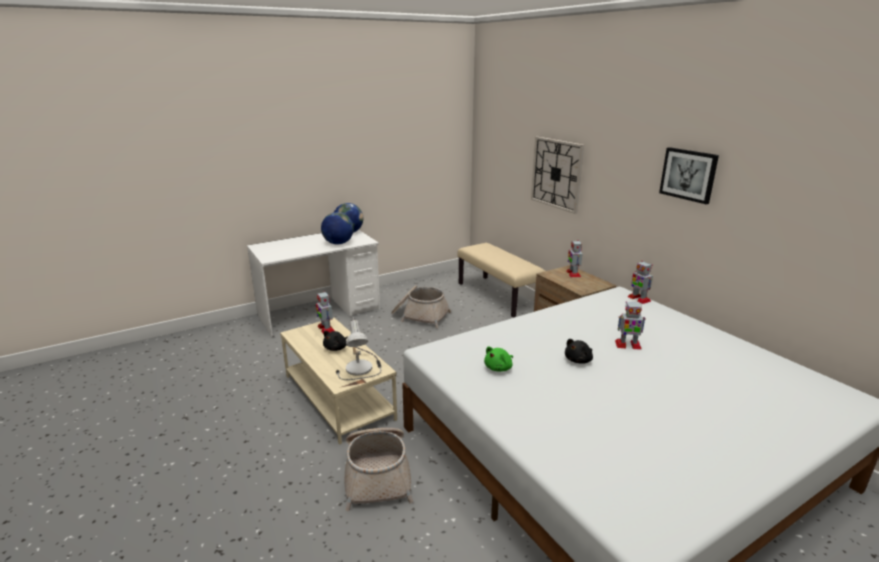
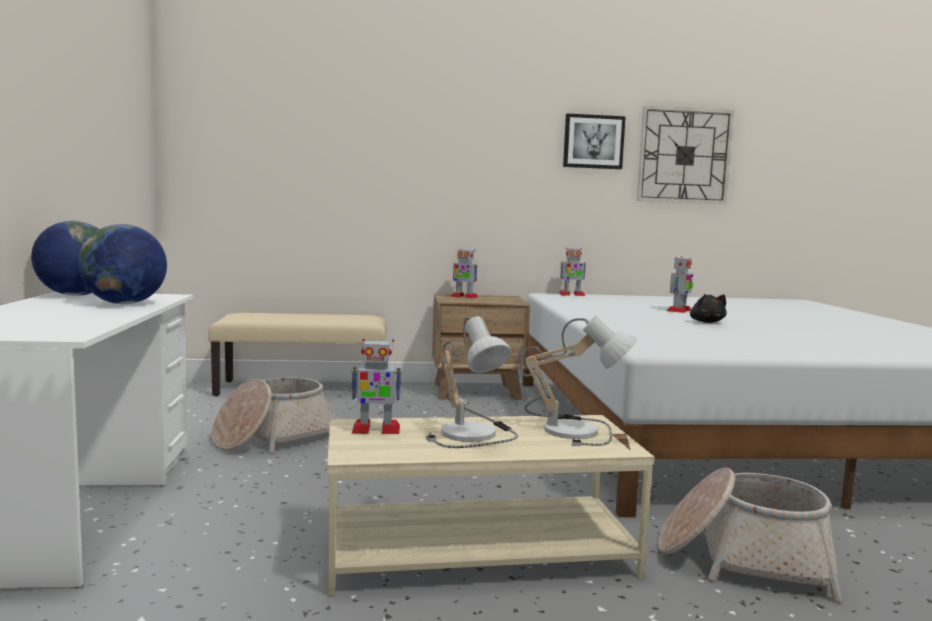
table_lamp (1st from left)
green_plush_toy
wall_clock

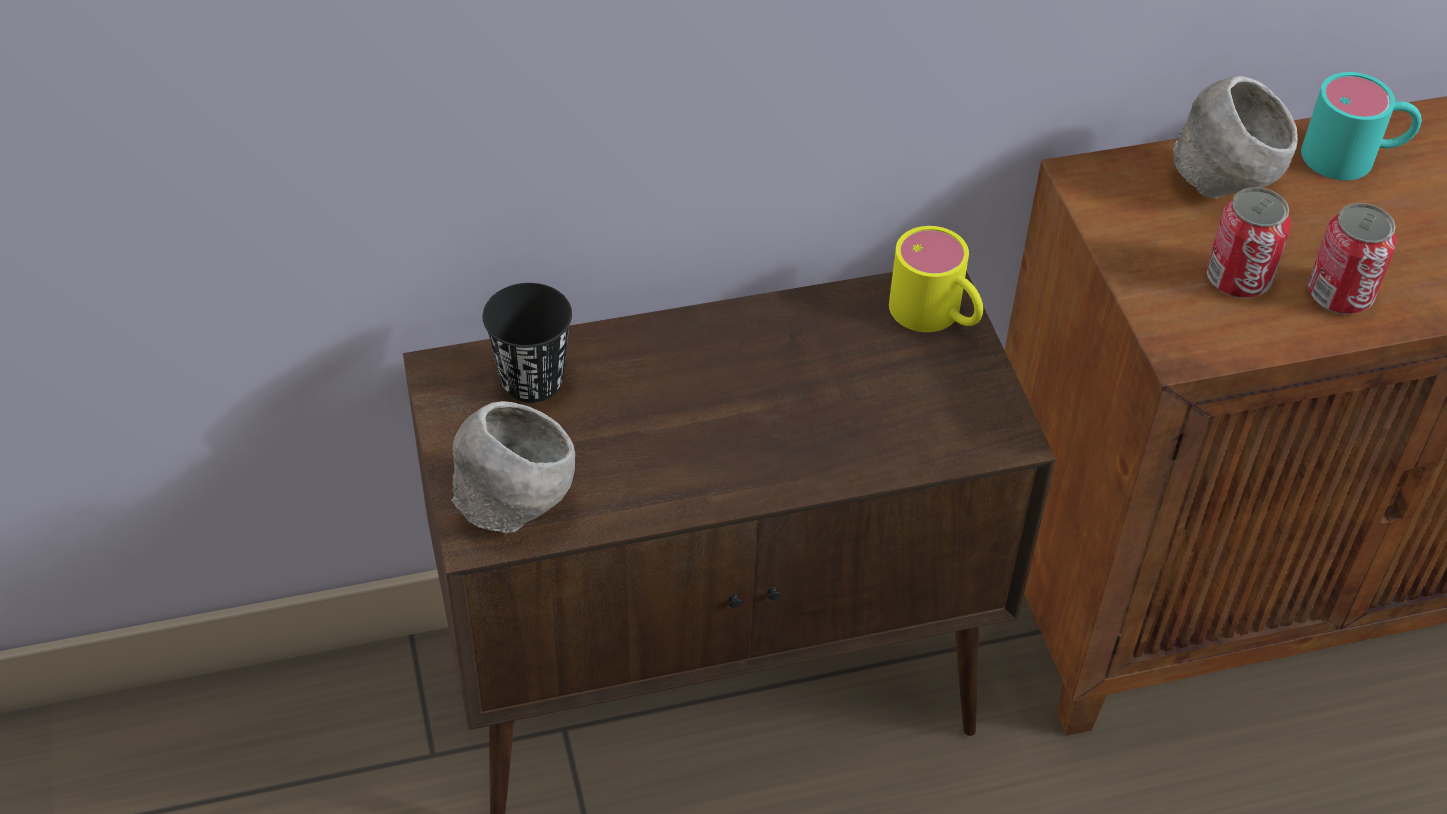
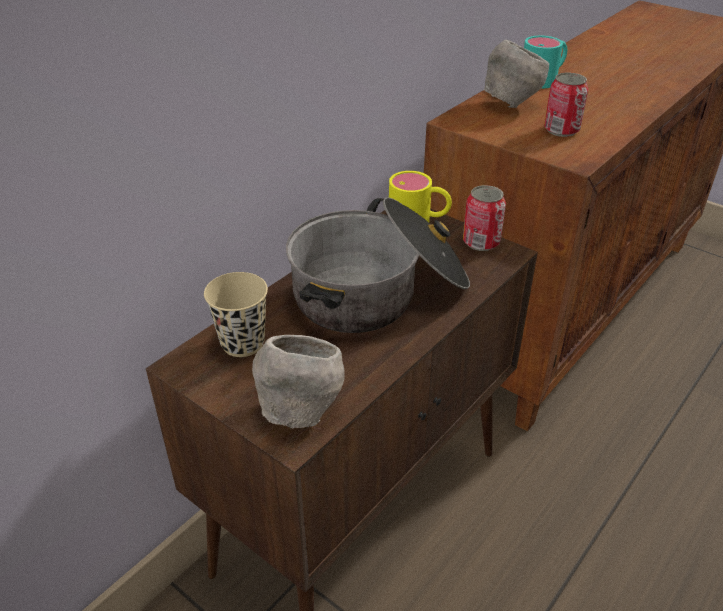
beige_cup
can (1st from left)
cooking_pot

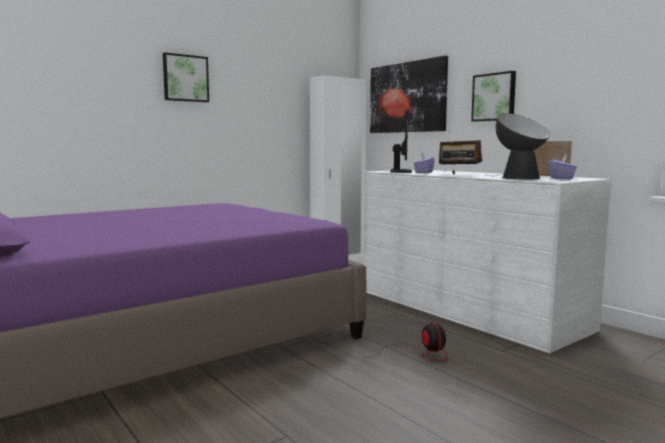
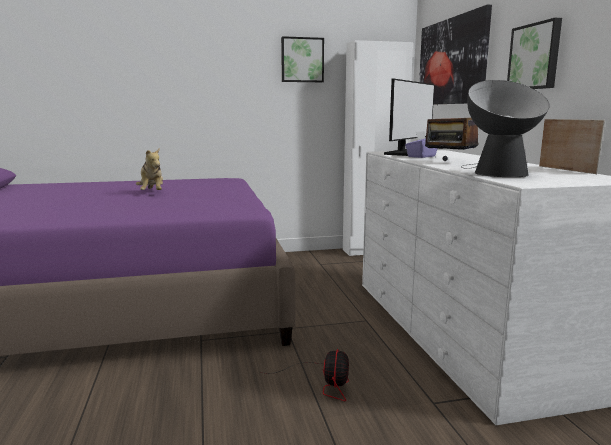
picture (1st from left)
purple_tissue_box (2nd from left in the first image)
plush_toy

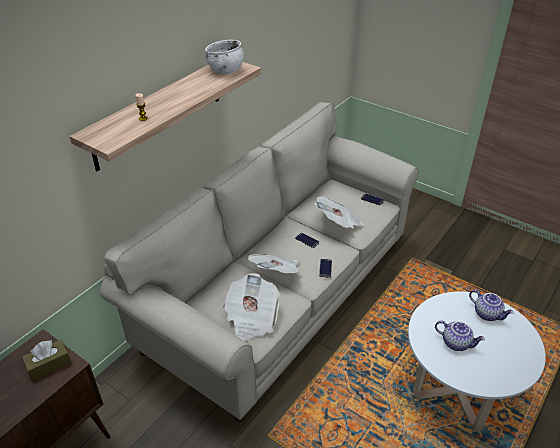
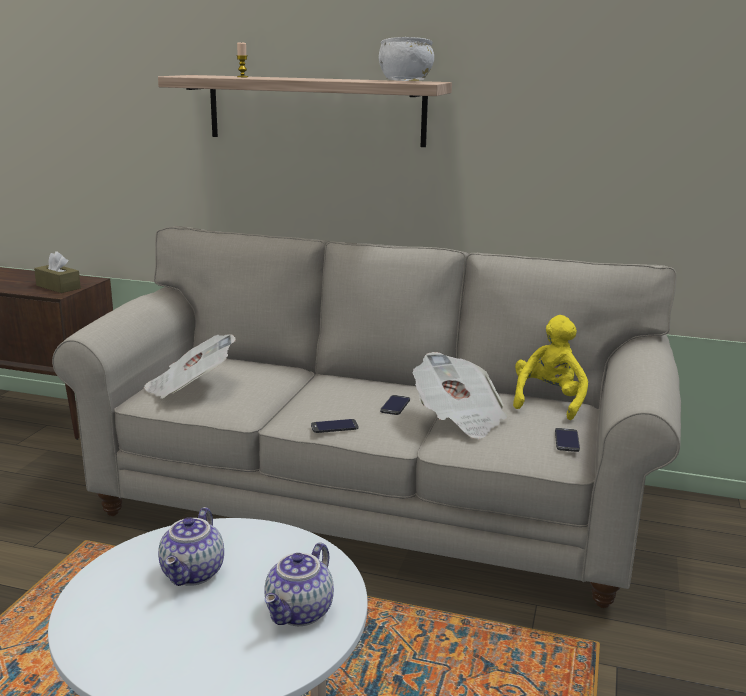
newspaper (2nd from left in the first image)
yellow_plush_toy

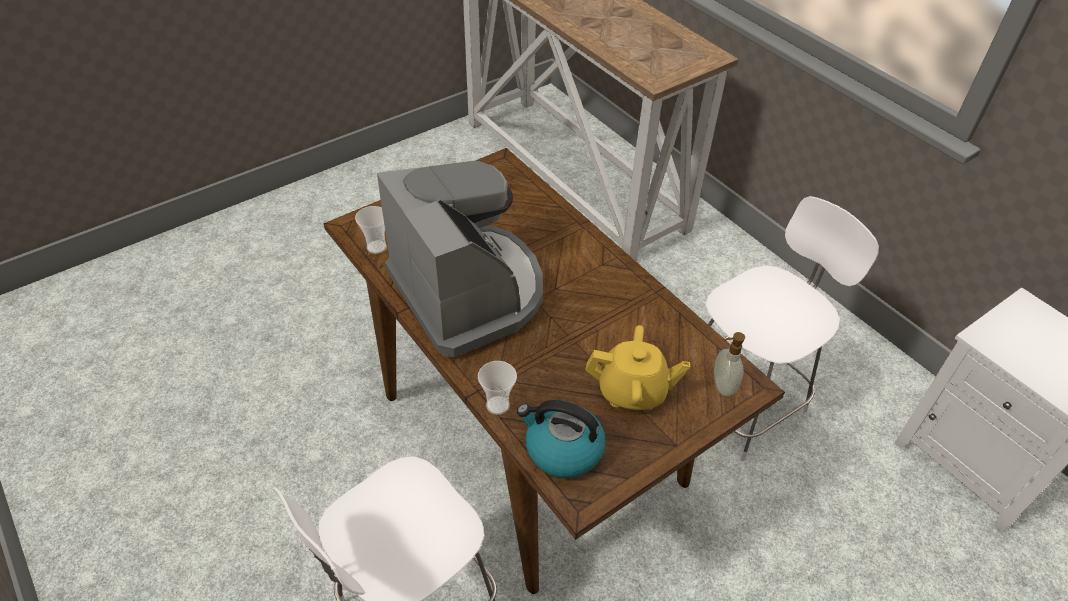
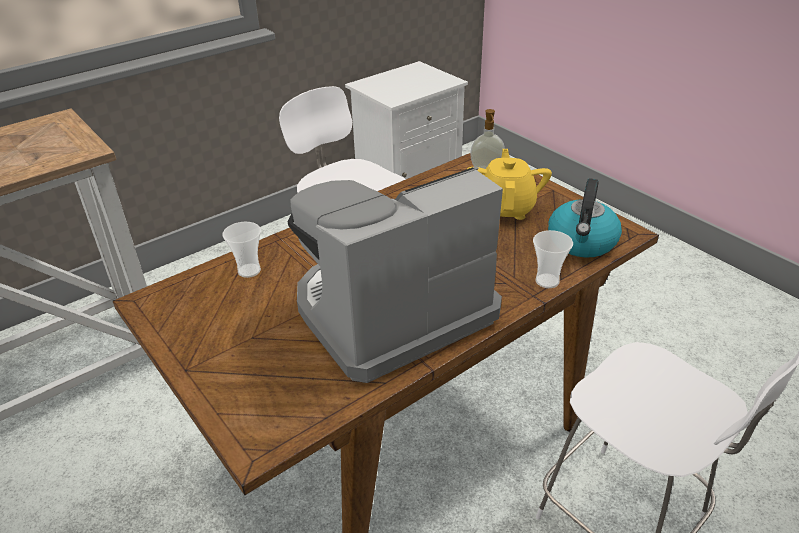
cup (1st from left)

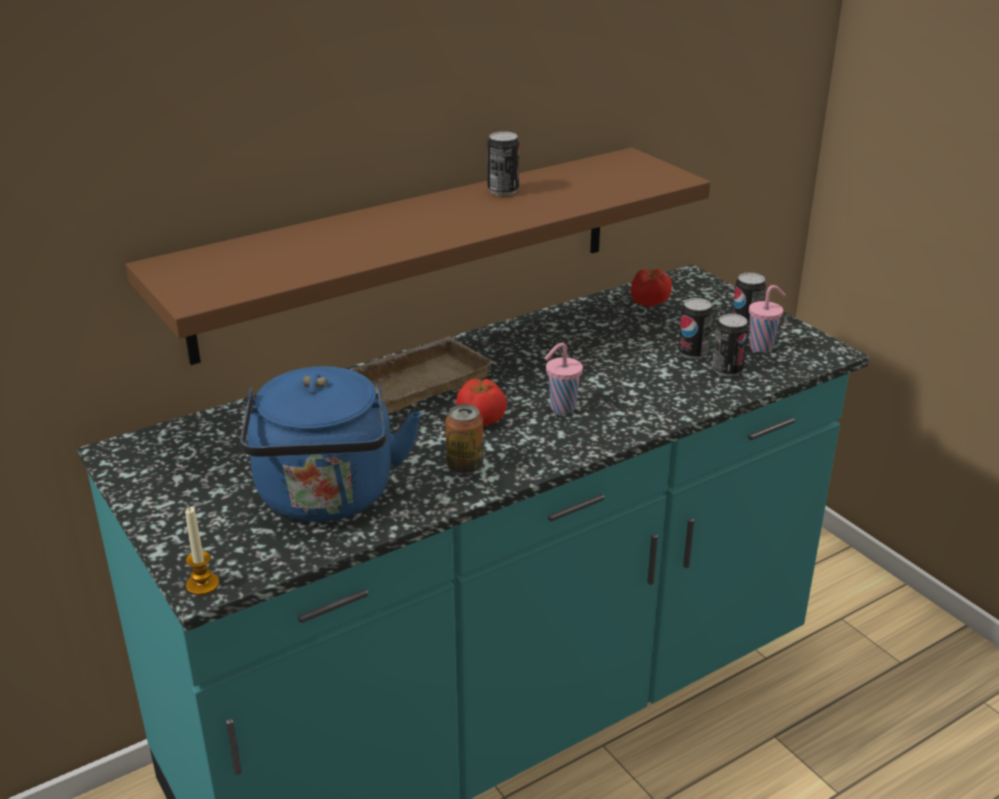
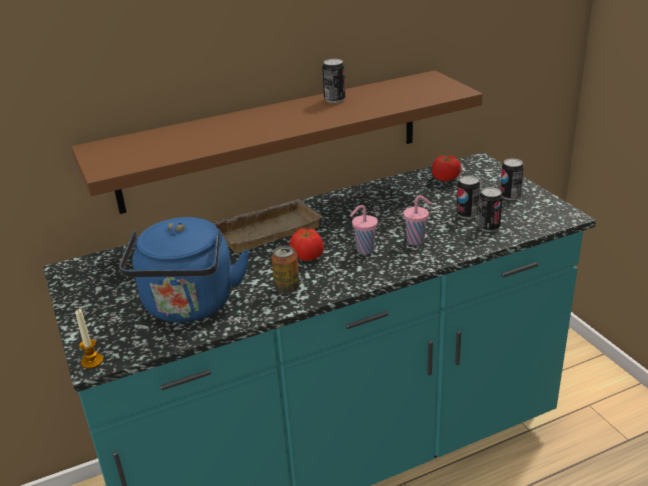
pink_cup (2nd from left)

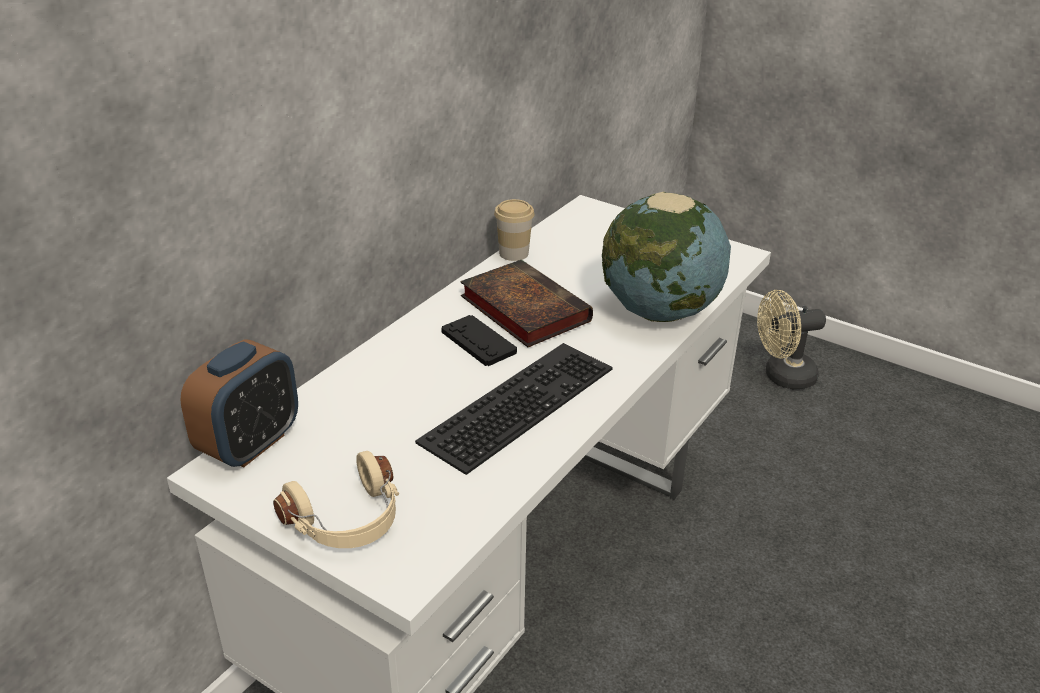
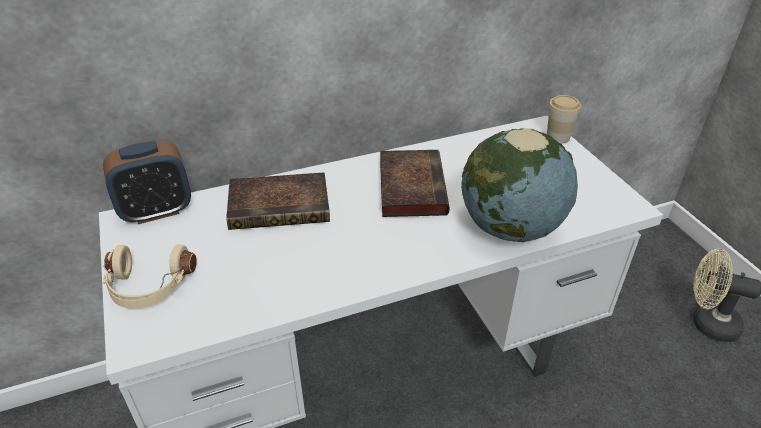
keyboard
black_game_controller
cup
book (1st from left)

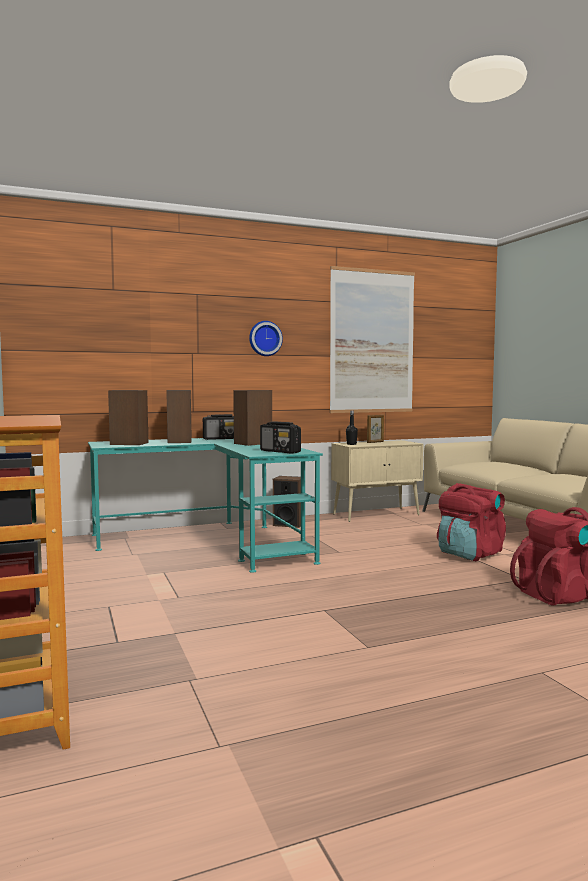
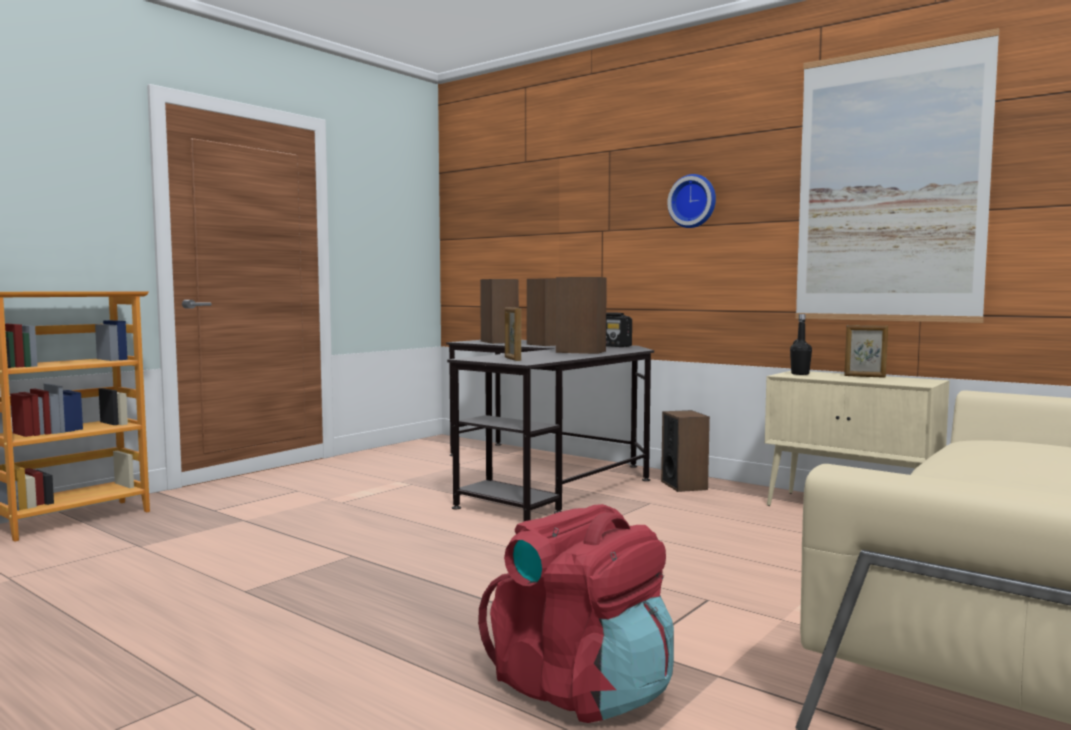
black_desk
picture_frame (1st from left)
red_backpack (1st from left in the first image)

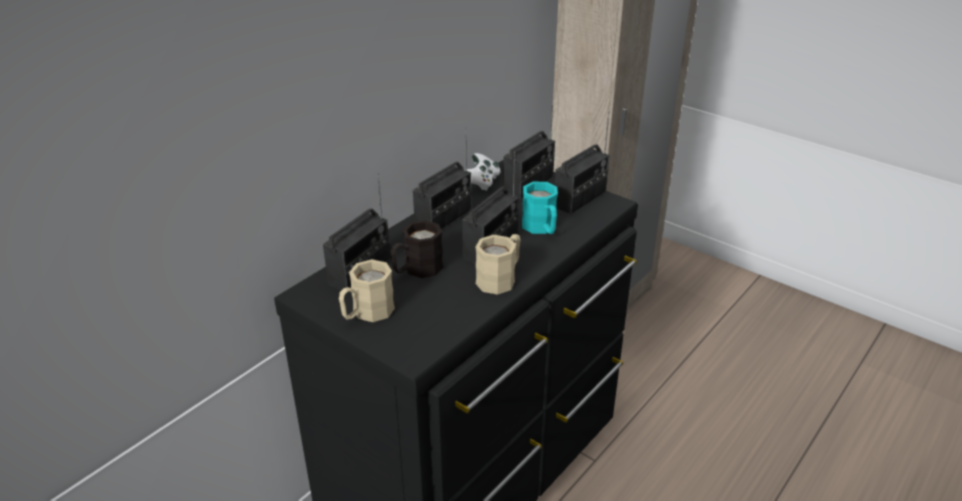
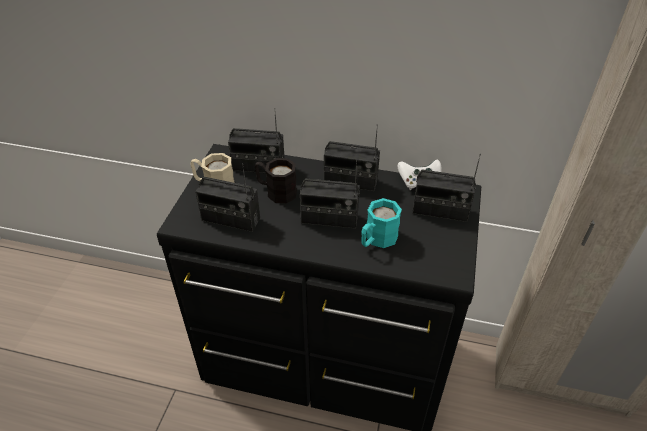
beige_mug (2nd from left in the first image)
radio (1st from left)

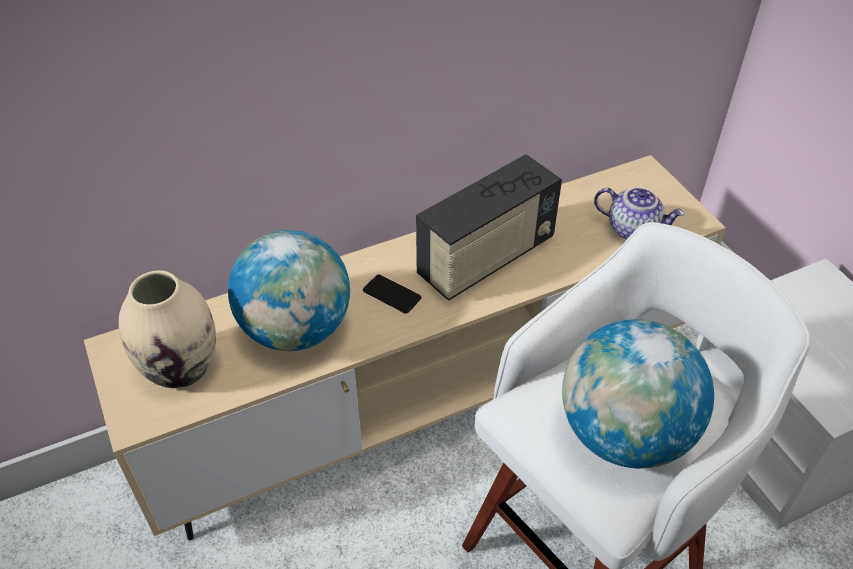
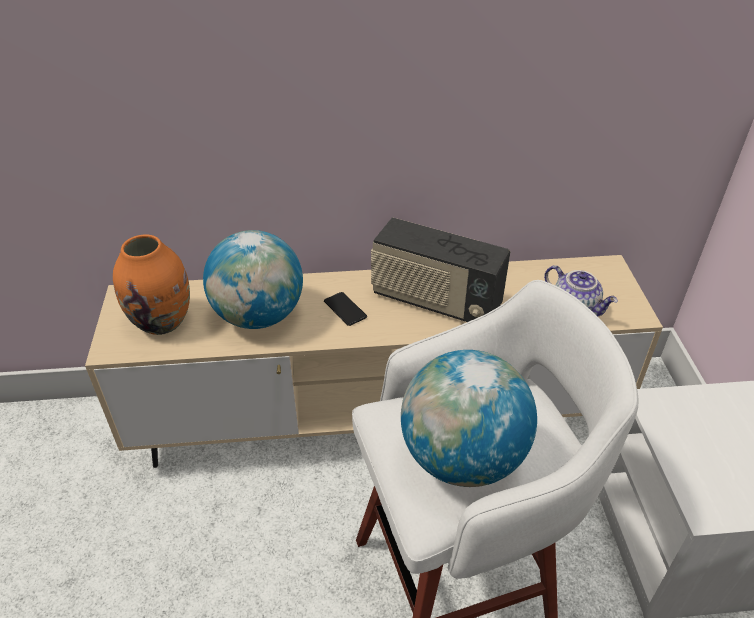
orange_vase
radio

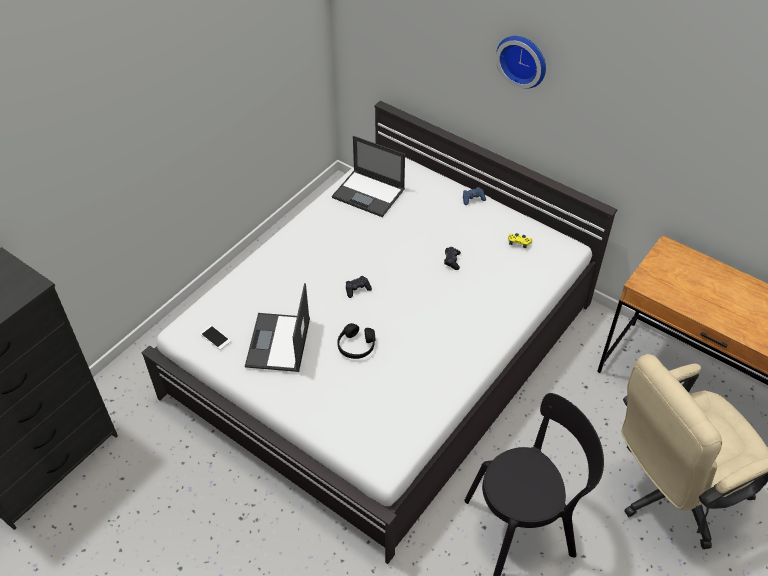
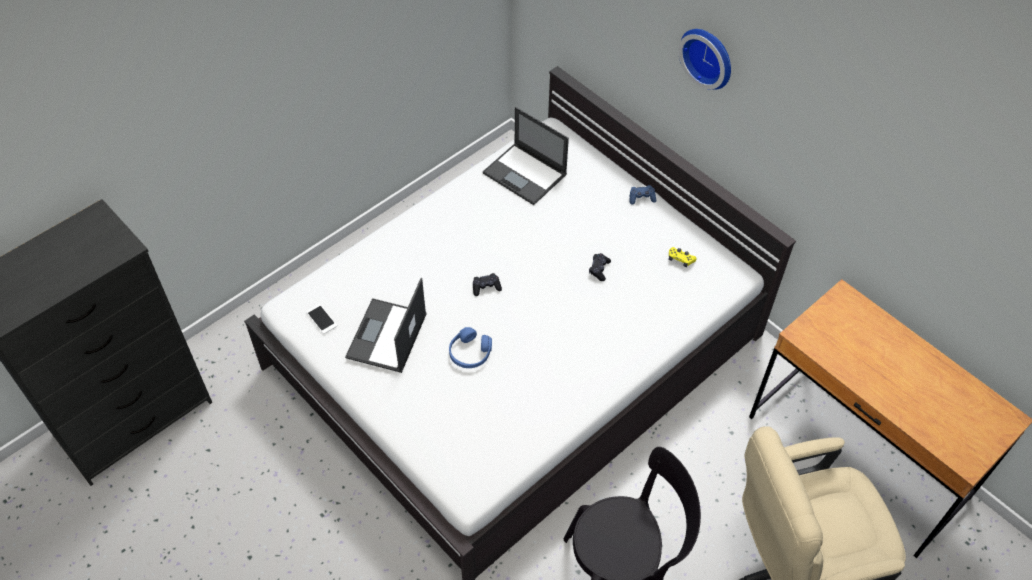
blue_headphones

